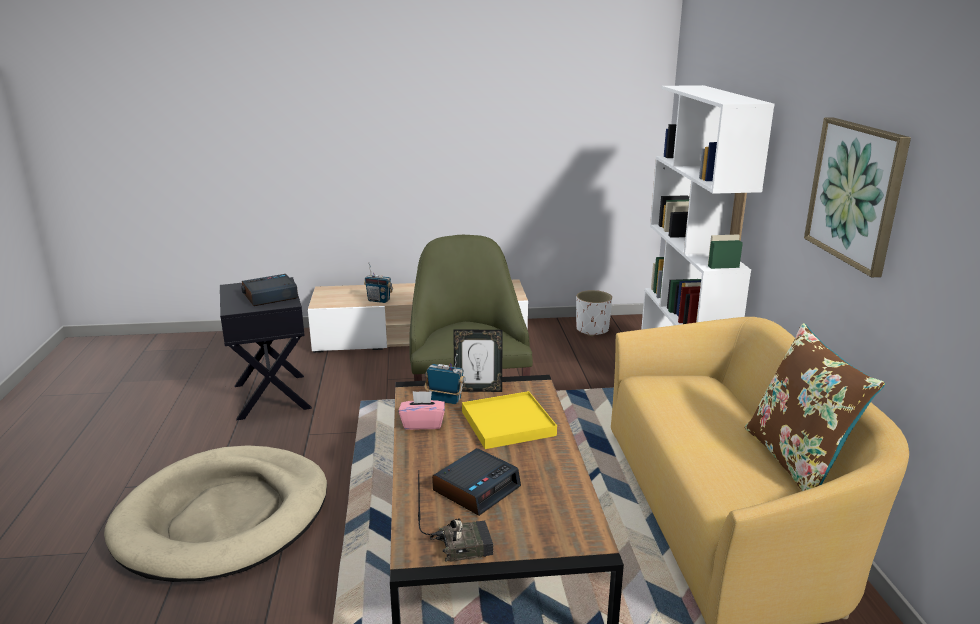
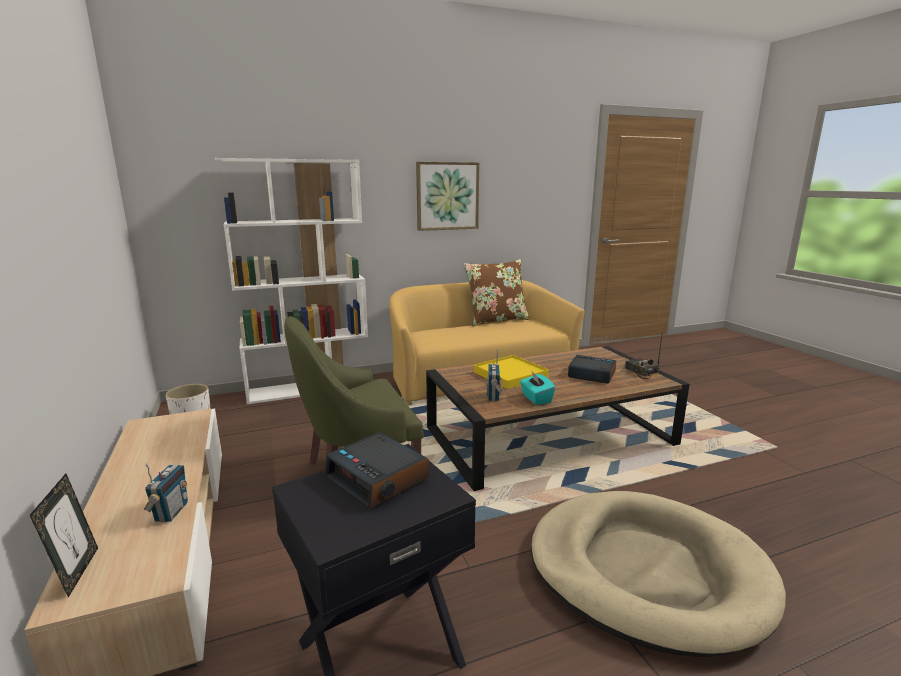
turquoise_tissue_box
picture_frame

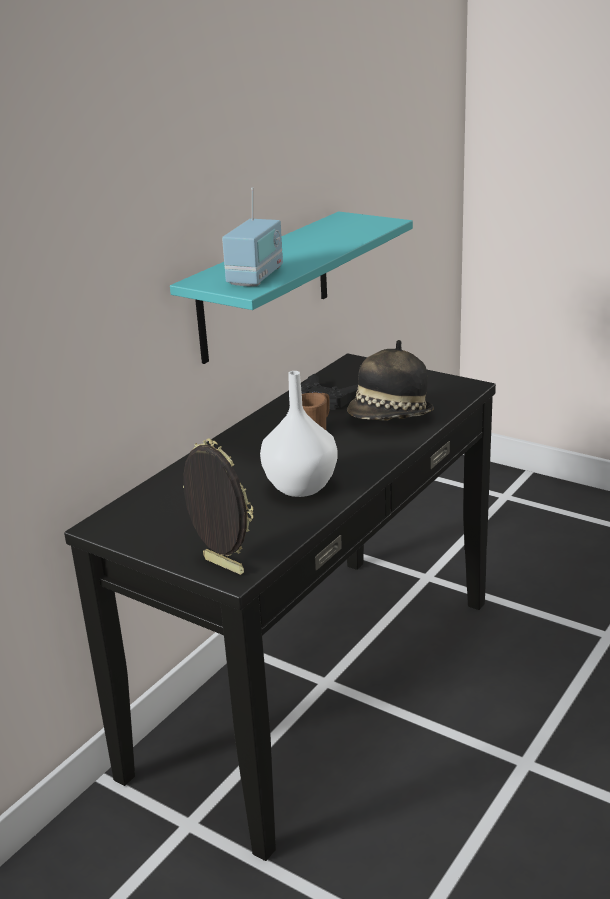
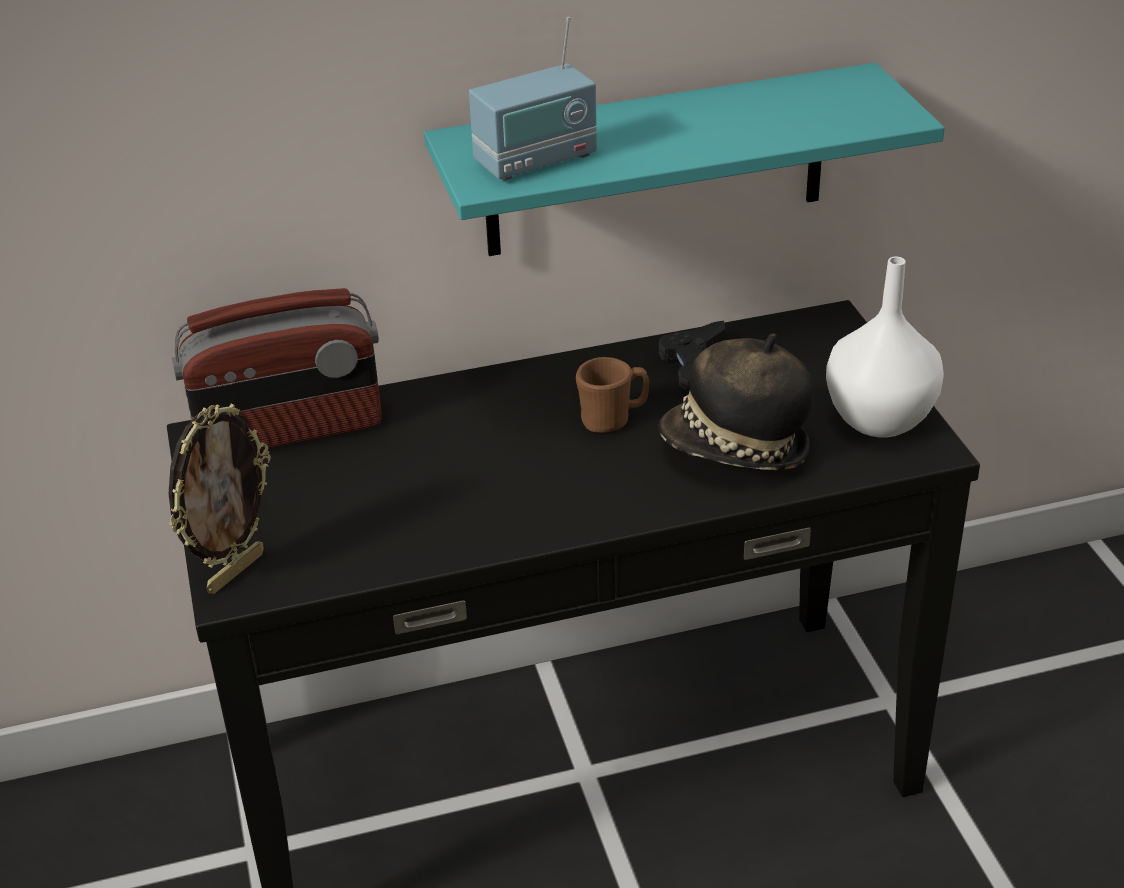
picture_frame
white_vase
radio (1st from left)

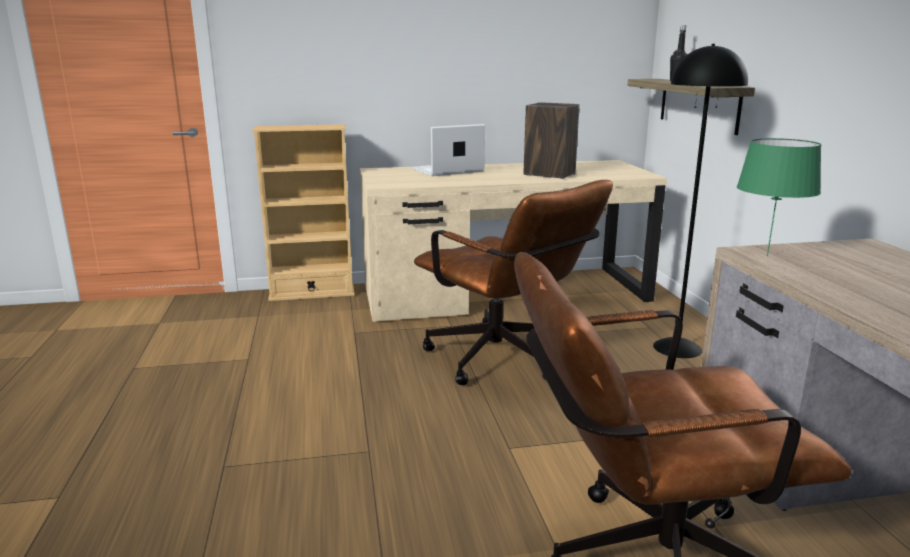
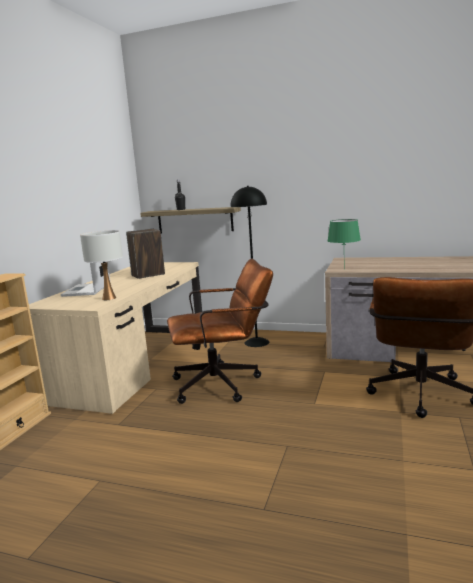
white_table_lamp

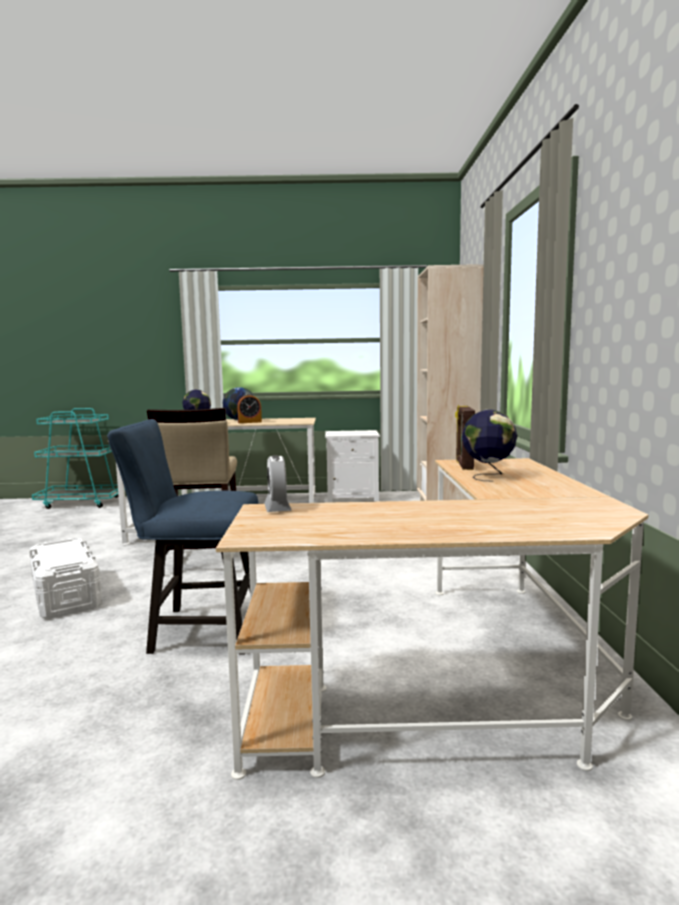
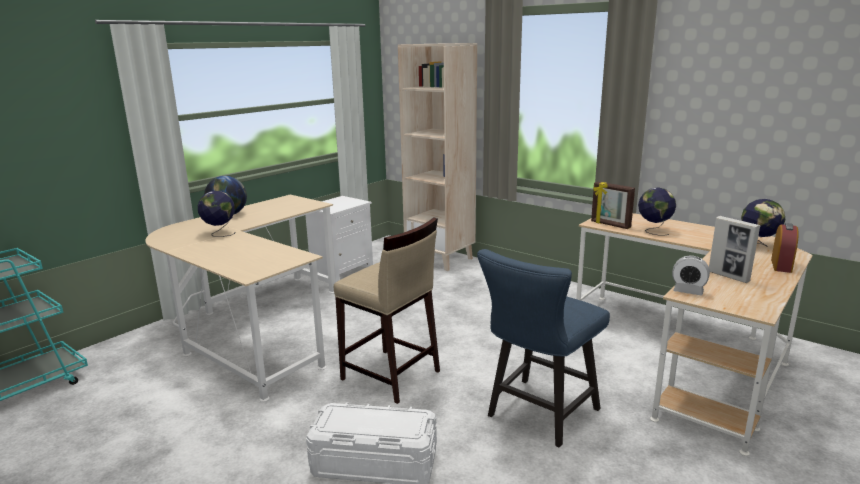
alarm_clock (2nd from left)
picture_frame (2nd from left)
globe (4th from left)

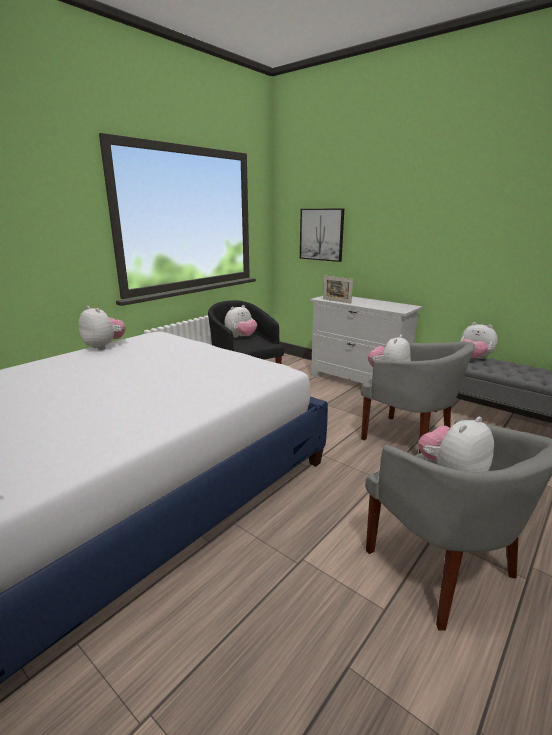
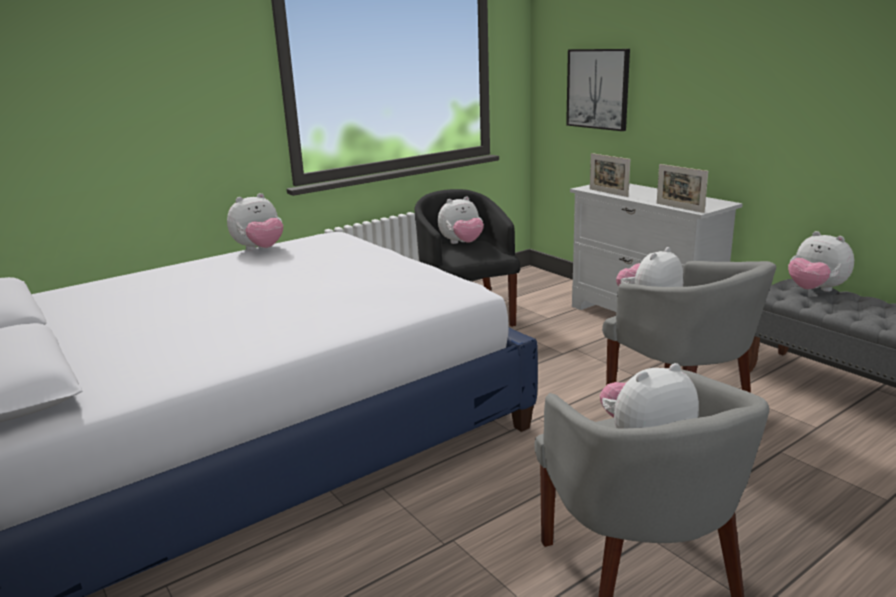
plush_toy (1st from left)
picture_frame (2nd from left)

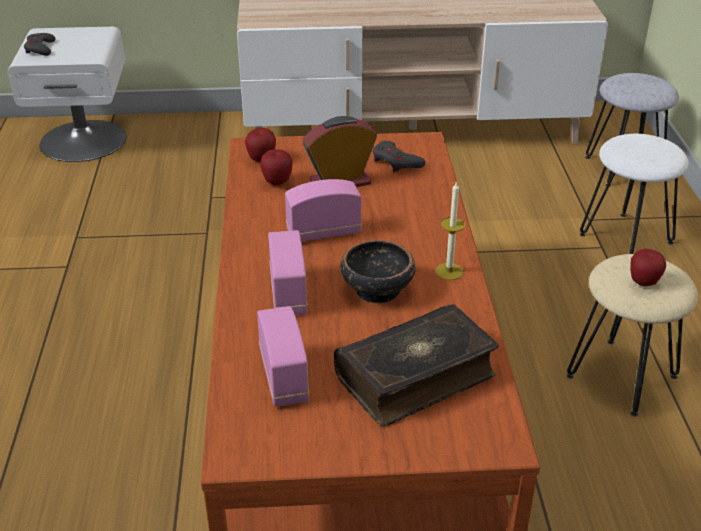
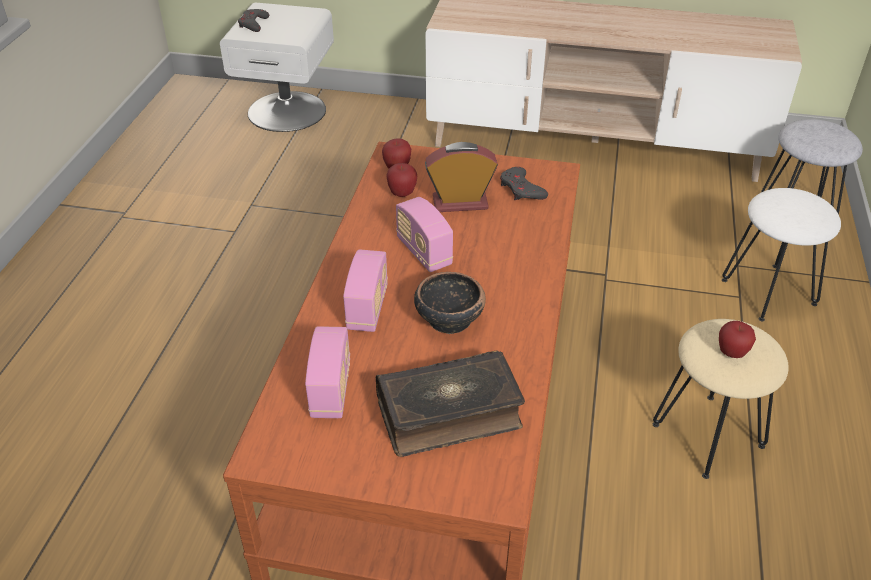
radio (3rd from left)
candle

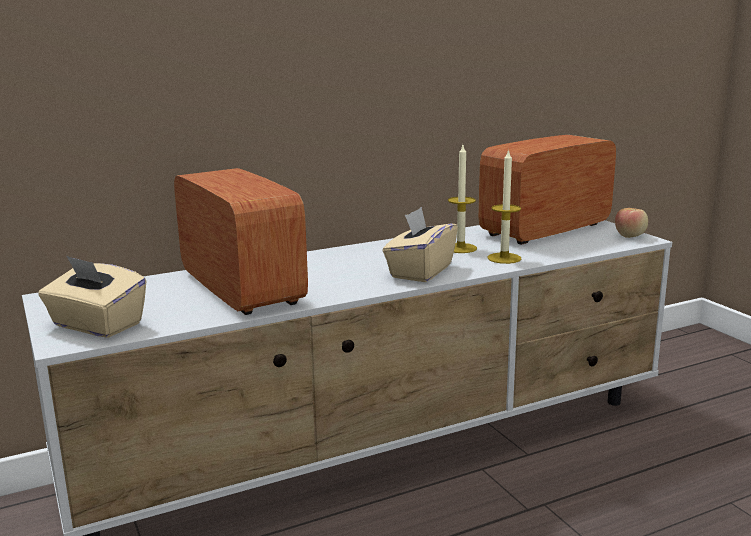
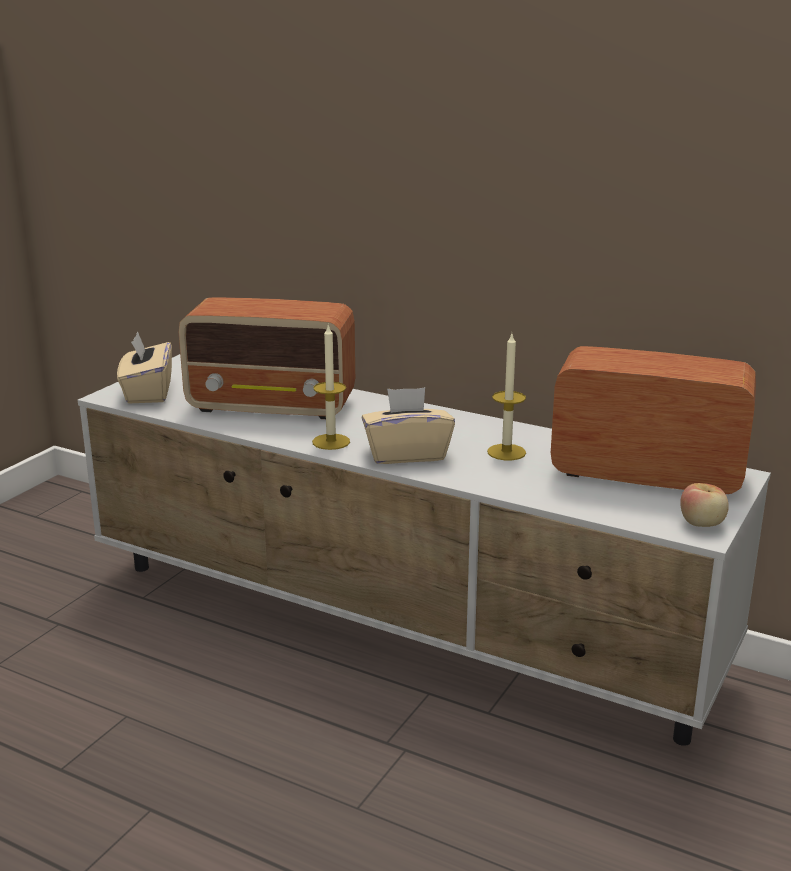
radio (1st from left)
candle (1st from left)

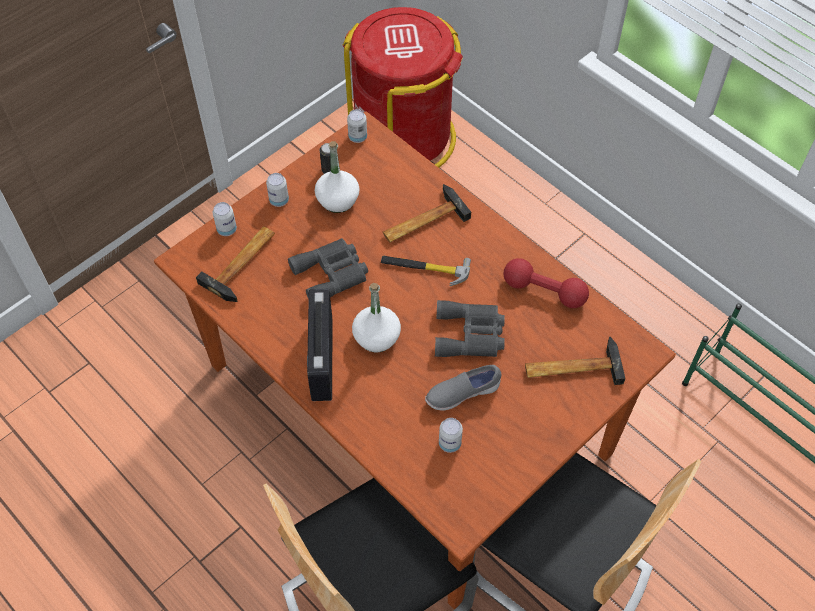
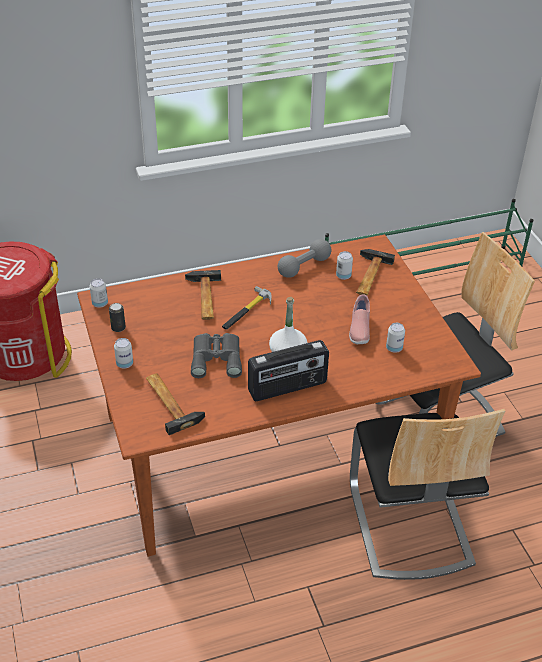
can (4th from left)
radio
white_bottle (1st from left in the first image)
pink_shoe
grey_binoculars (2nd from left in the first image)
grey_dumbbell

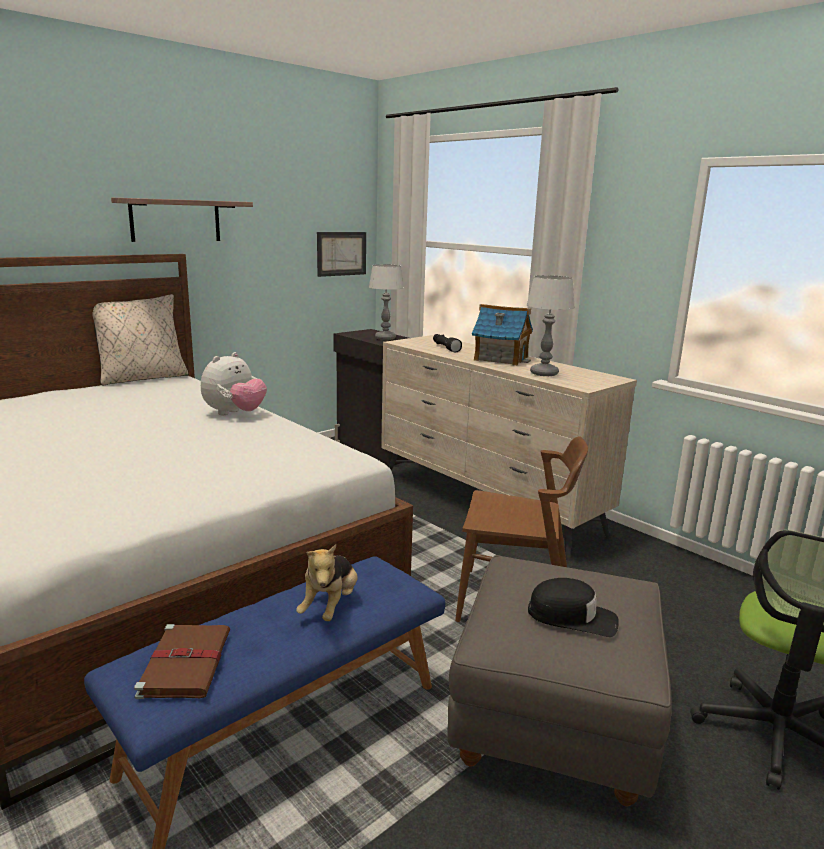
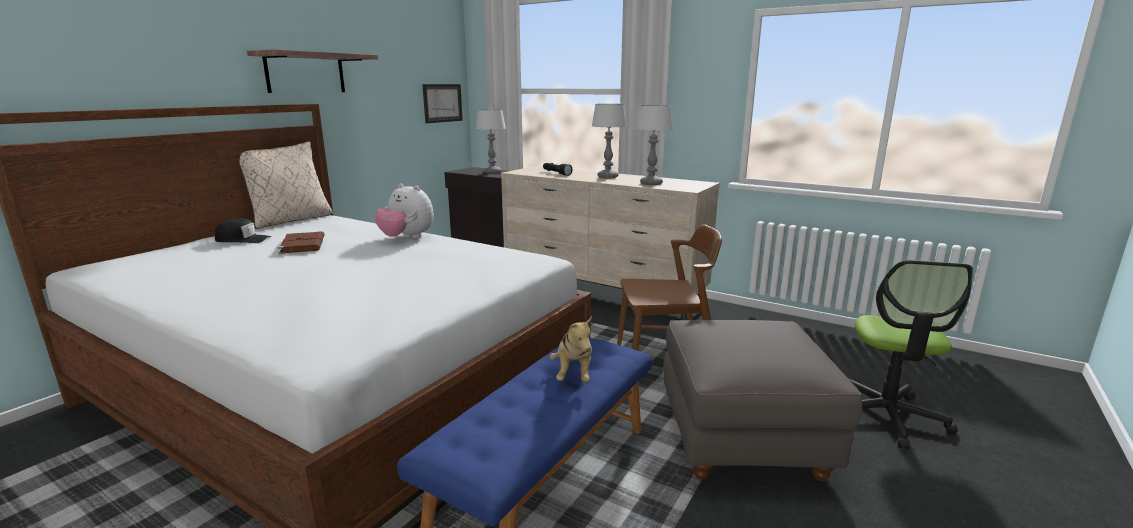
brown_book
plush_toy (1st from left)
table_lamp (2nd from left)
black_cap

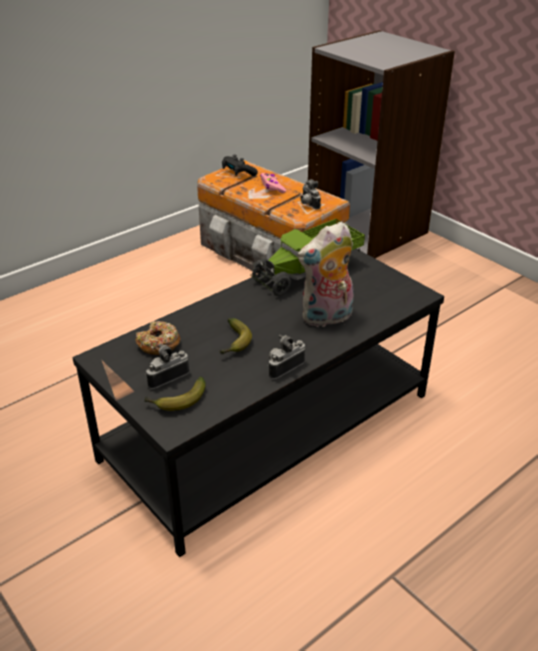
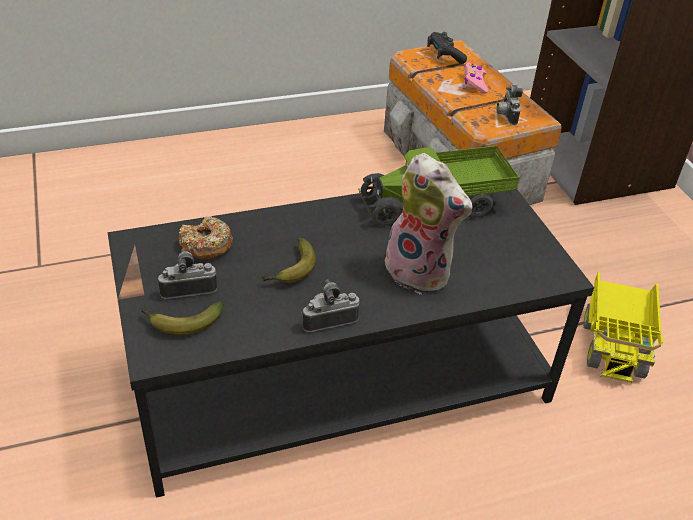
plush_toy
toy_truck (2nd from left)

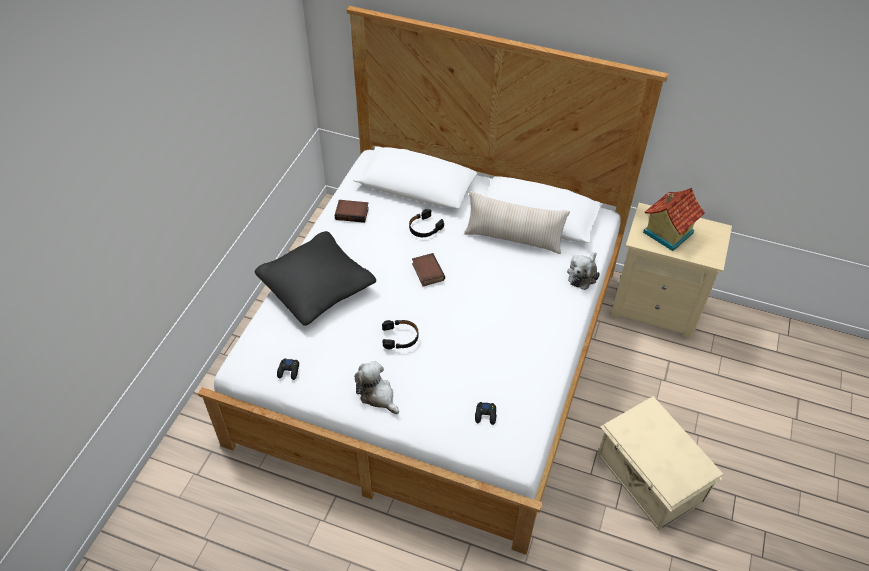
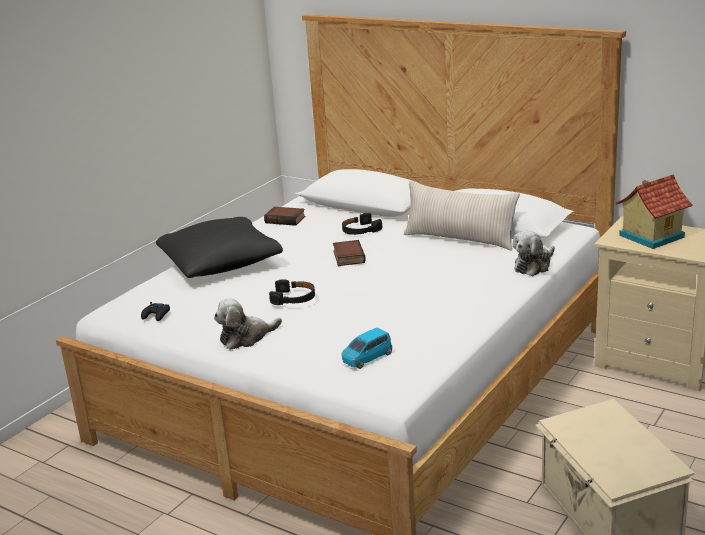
plush_toy (1st from left)
blue_toy_car

